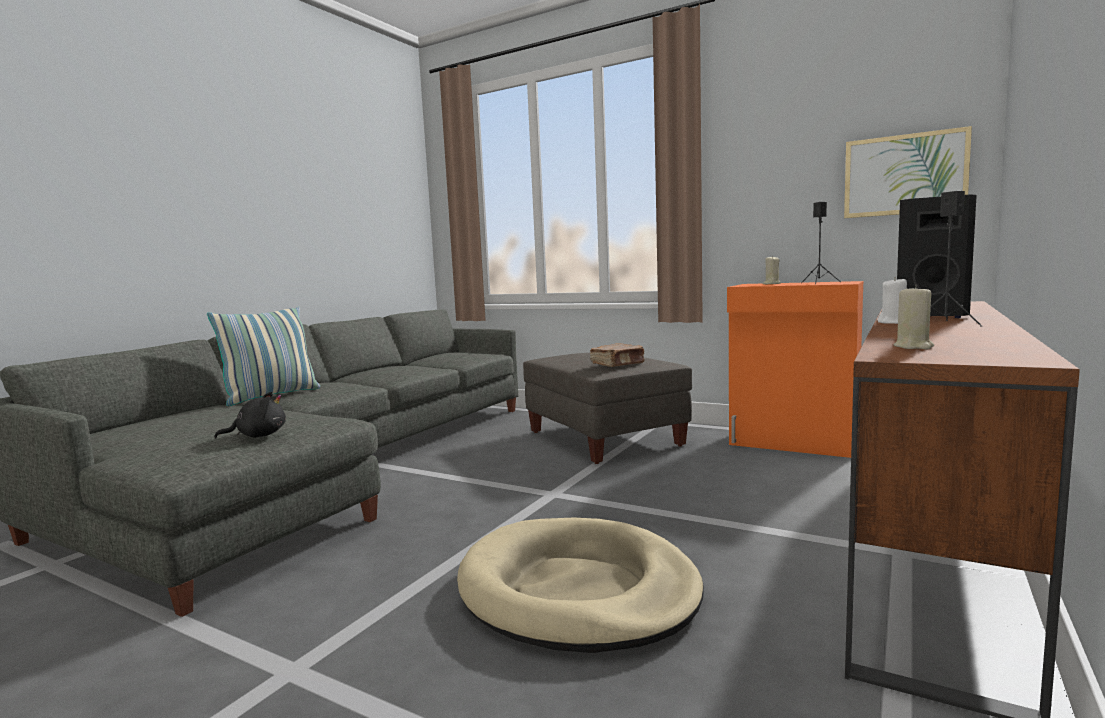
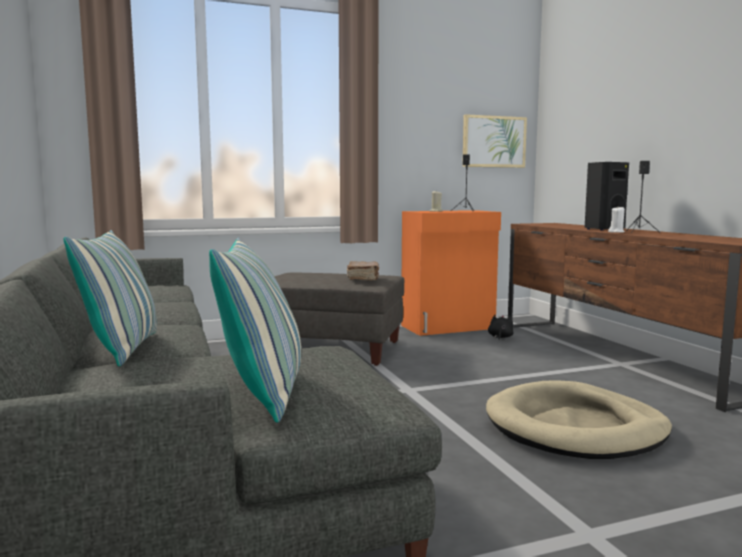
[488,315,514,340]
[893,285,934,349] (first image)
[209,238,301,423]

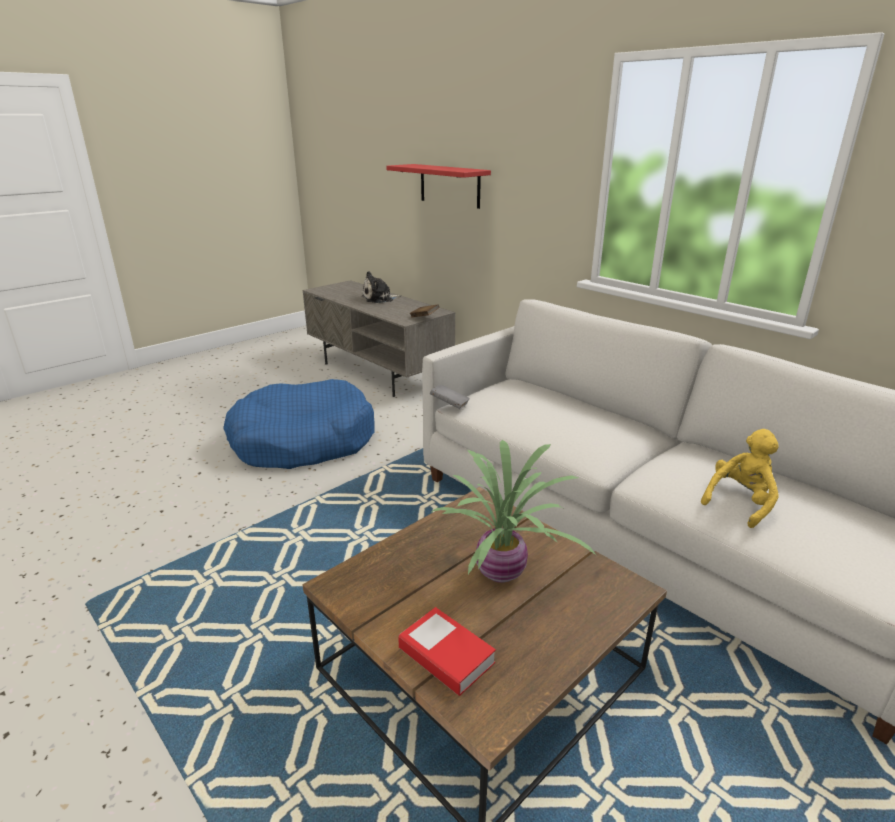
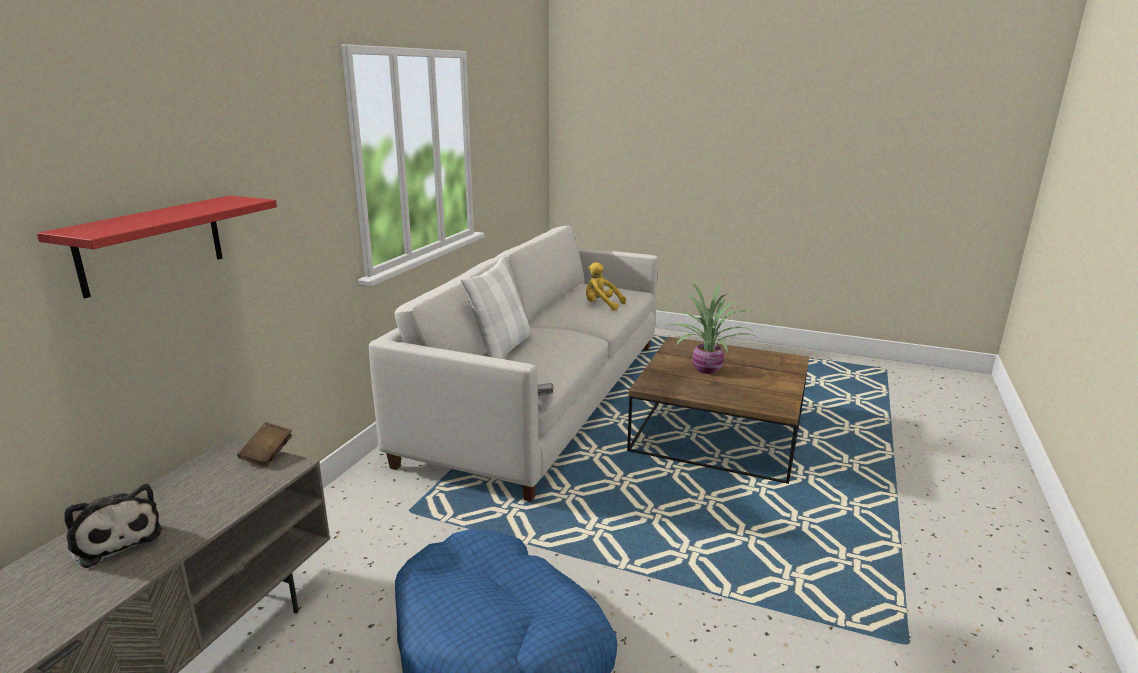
[398,607,496,696] (first image)
[460,257,532,359]

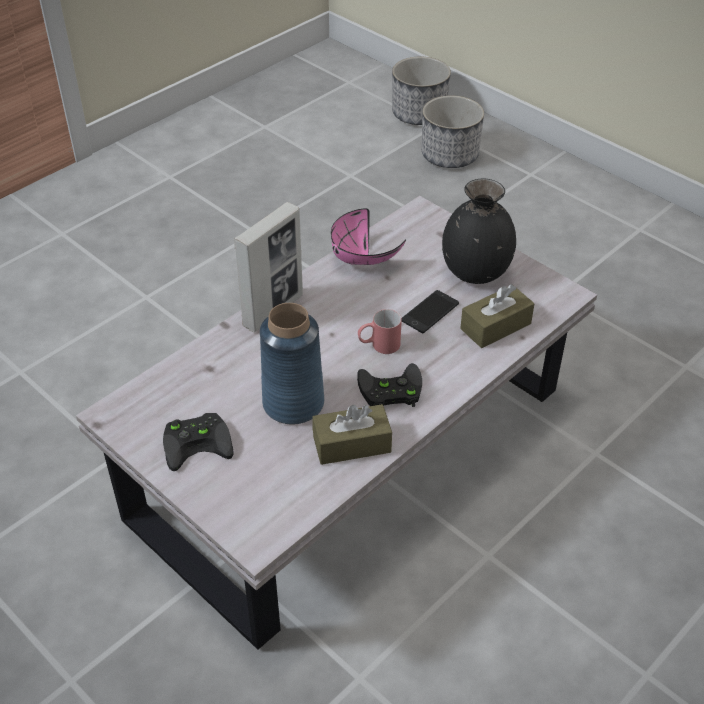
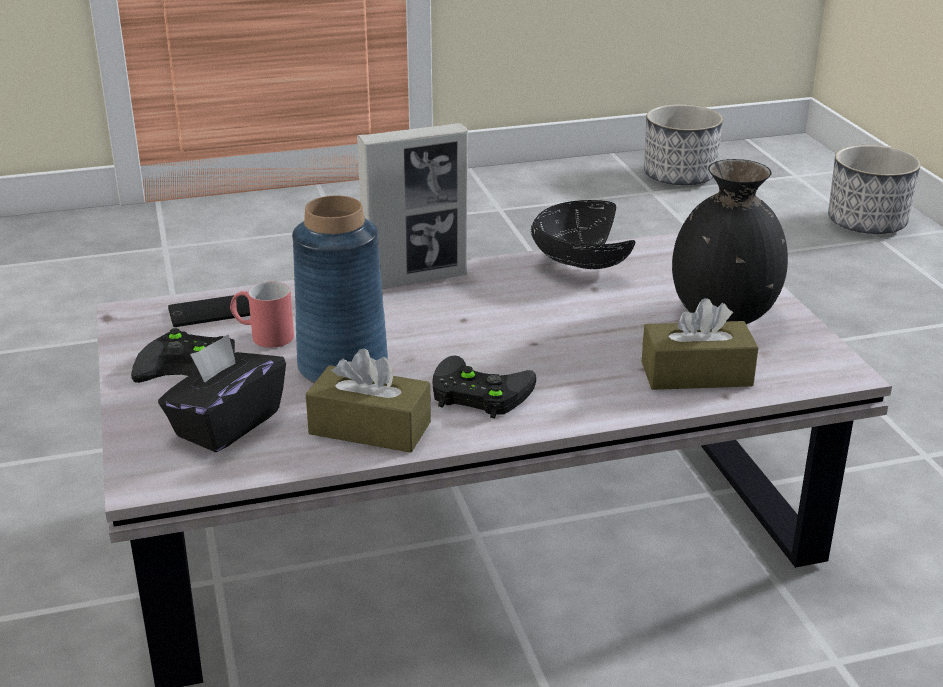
[531,200,635,269]
[230,282,294,348]
[168,295,250,327]
[644,104,723,185]
[158,334,286,452]

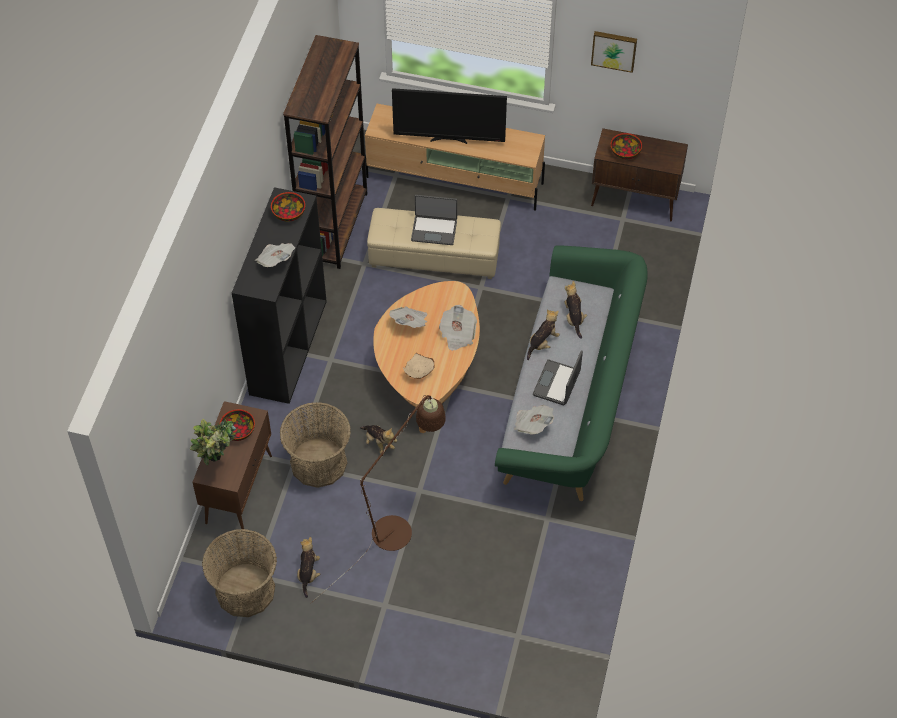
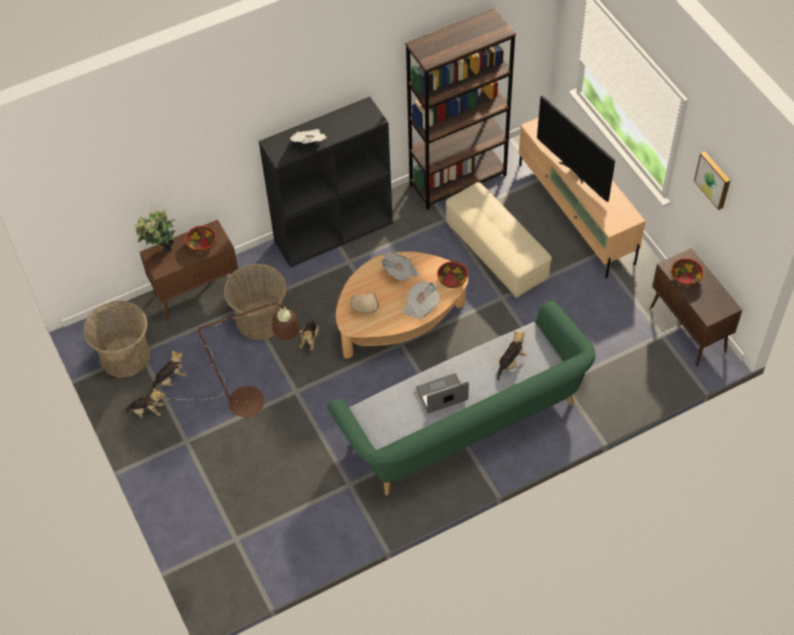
[437,261,468,288]
[411,195,457,245] (first image)
[514,405,554,435] (first image)
[123,387,165,418]

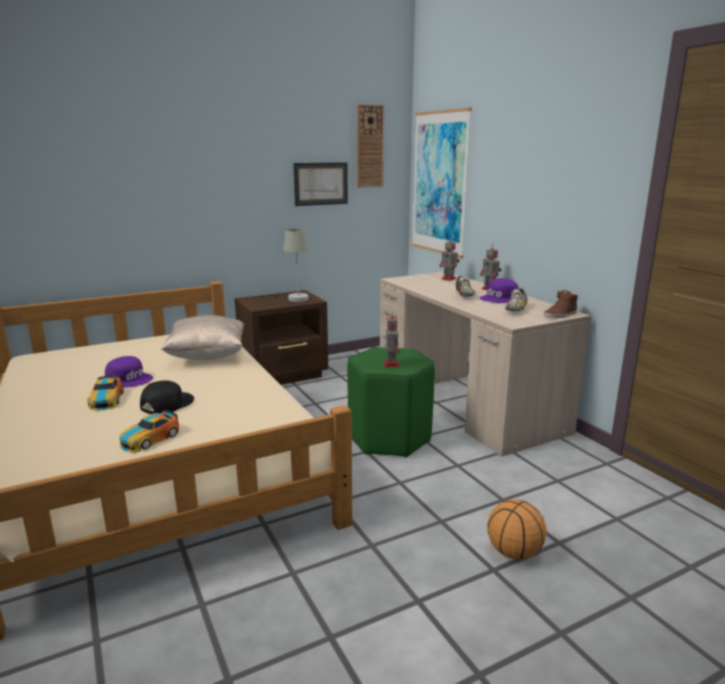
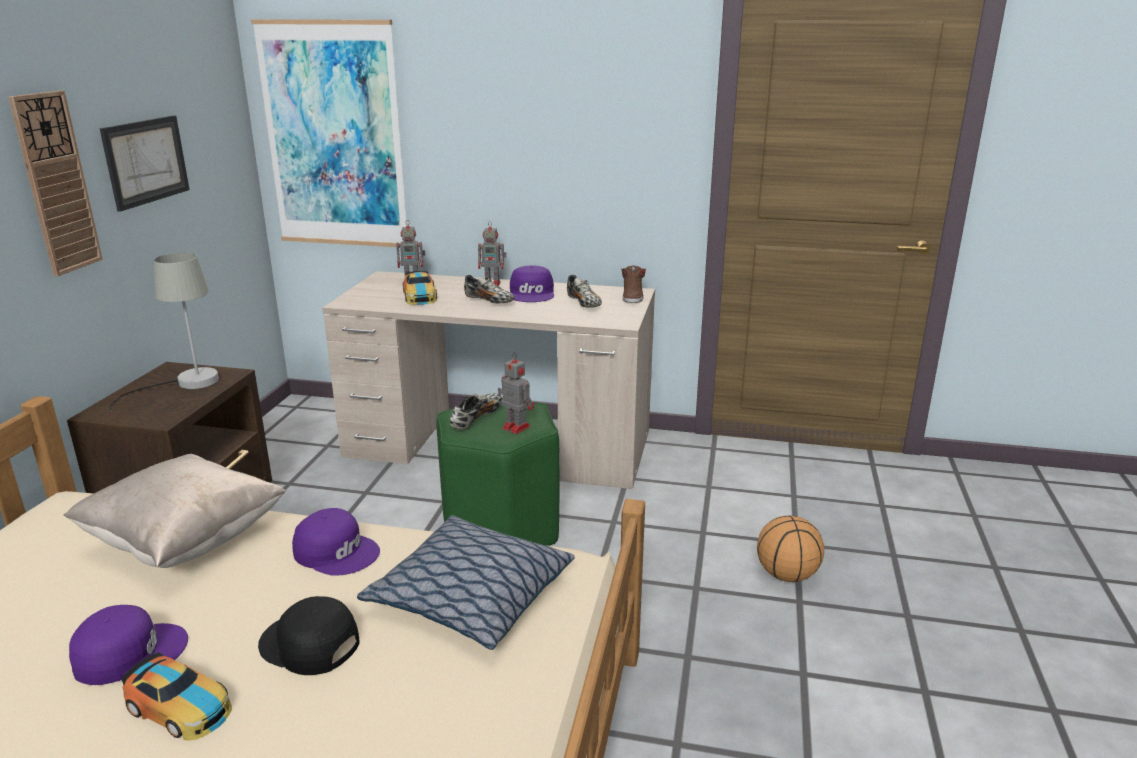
[403,271,437,305]
[258,596,360,675]
[8,91,103,276]
[292,508,380,576]
[357,515,575,650]
[450,393,502,430]

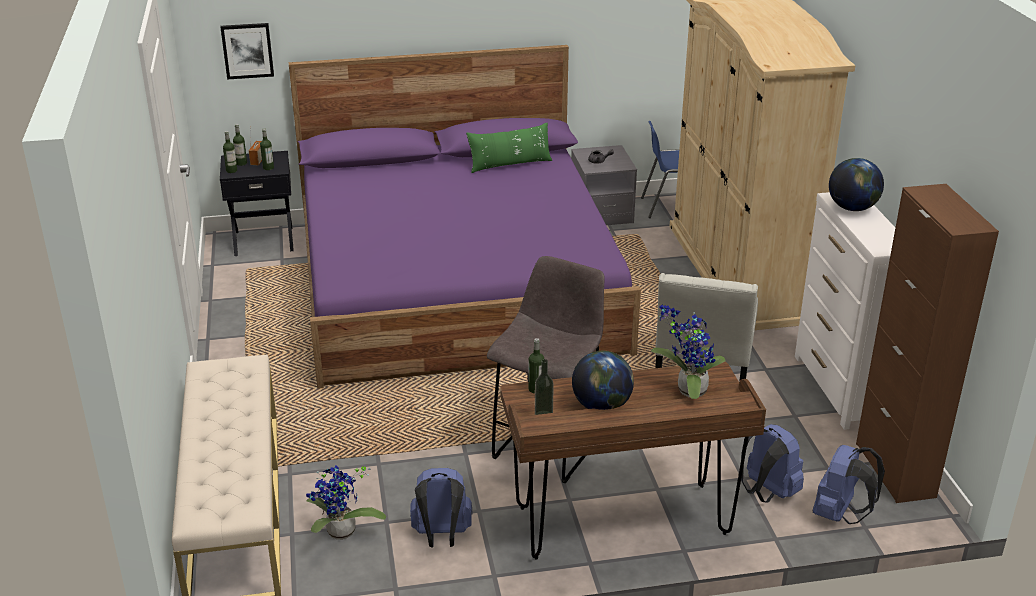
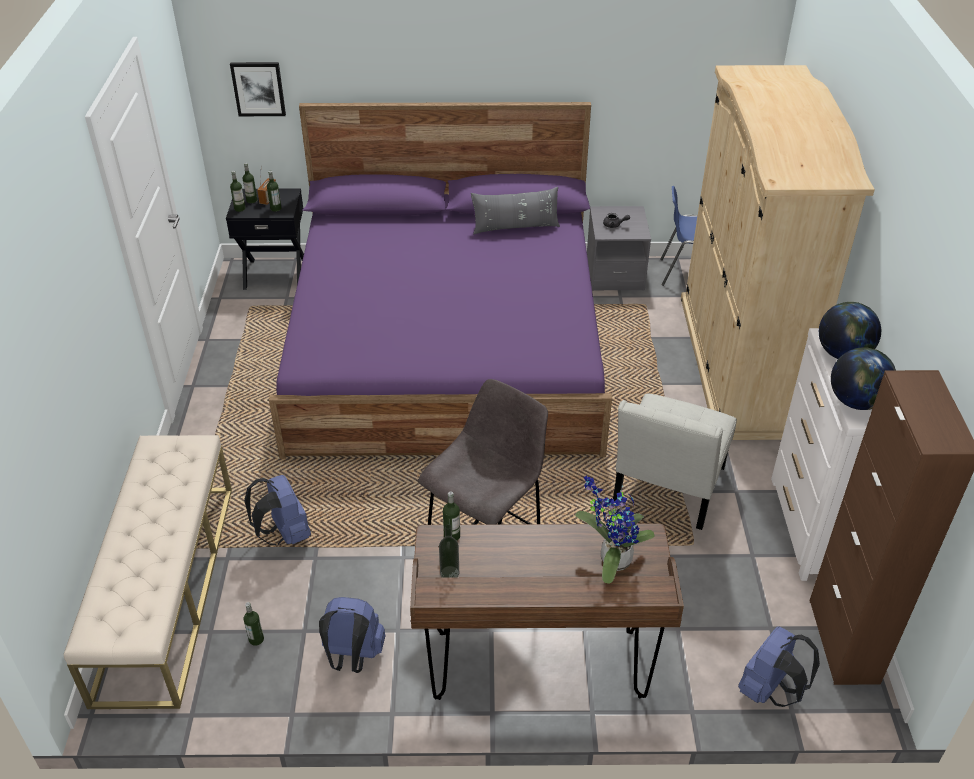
[243,602,264,646]
[471,187,560,234]
[831,347,896,410]
[244,475,311,545]

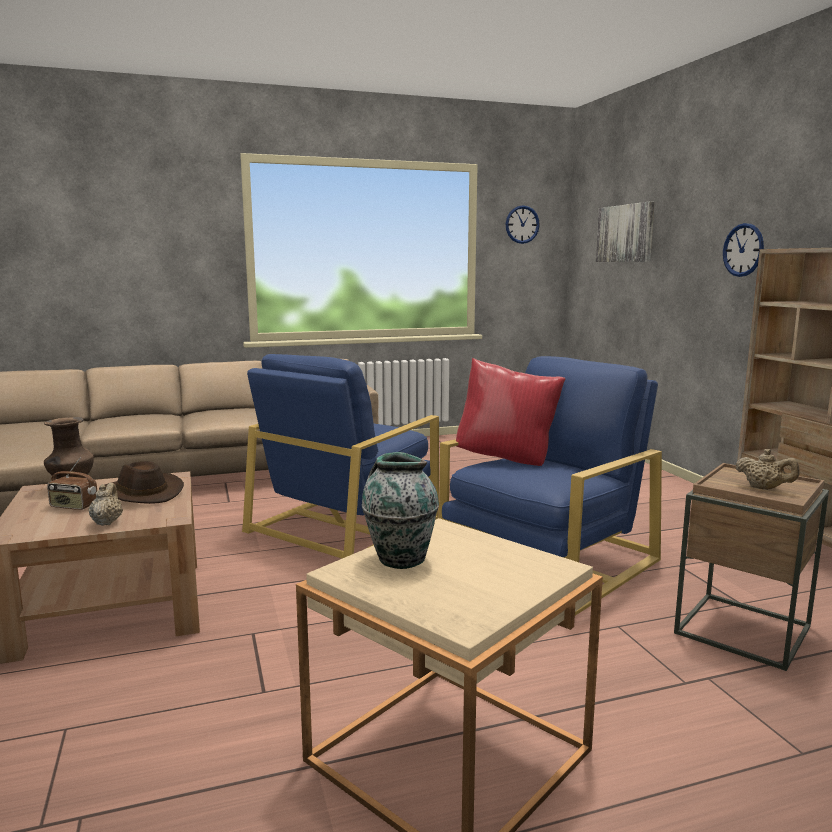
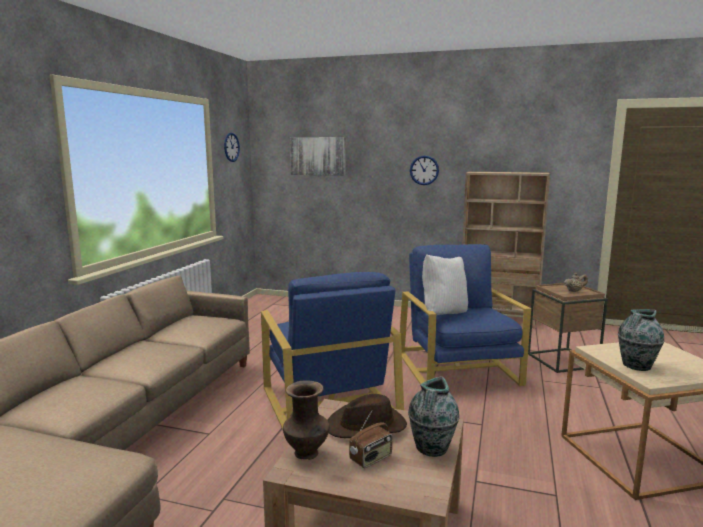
[408,376,460,457]
[422,254,468,315]

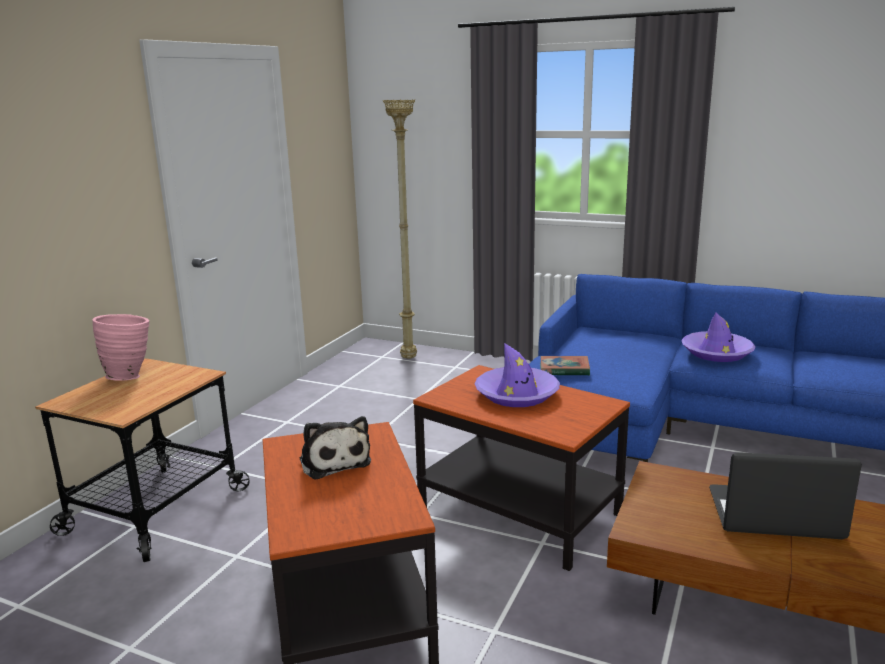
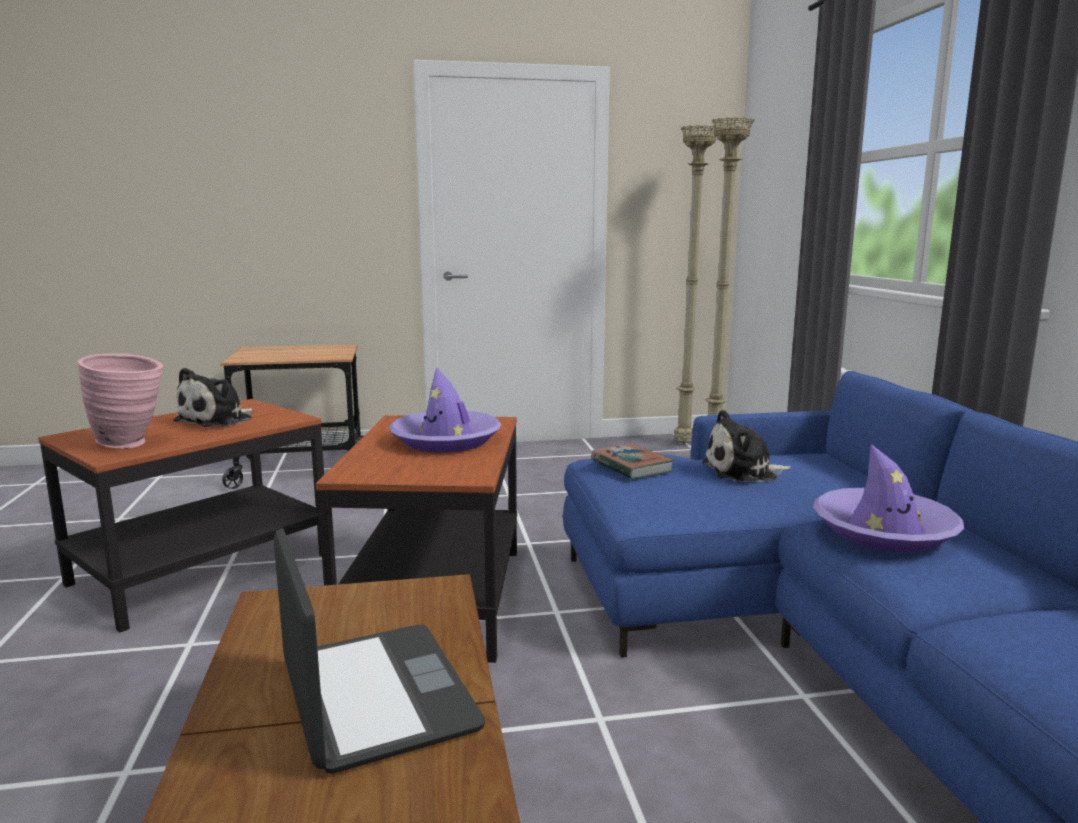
[78,354,164,449]
[674,125,718,444]
[702,410,791,482]

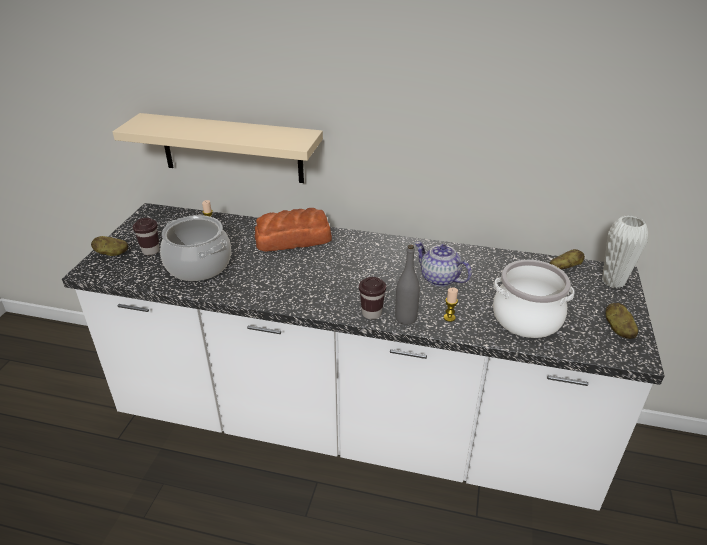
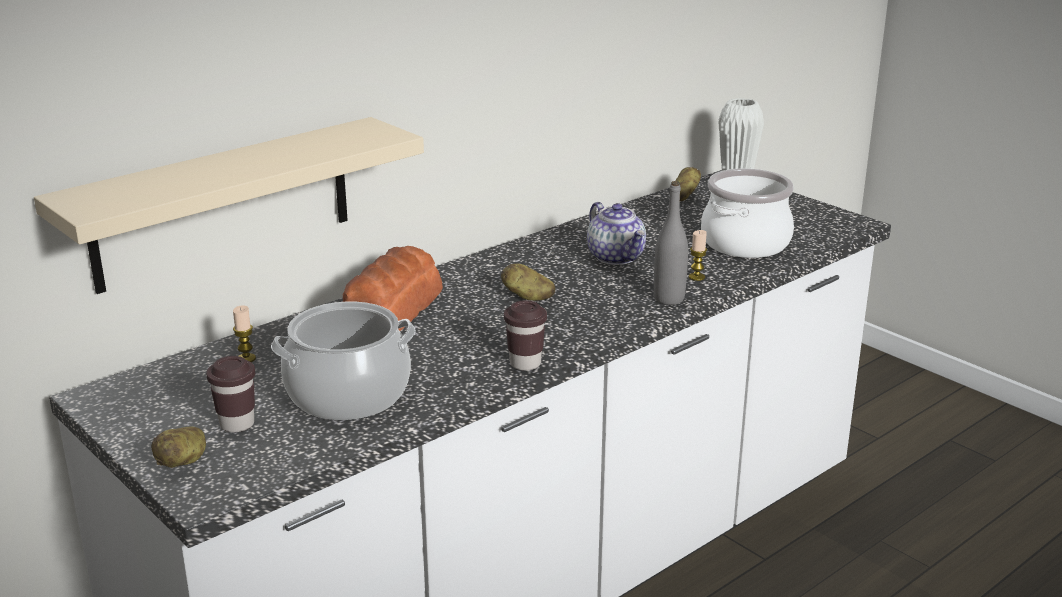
[504,300,547,371]
[587,202,646,265]
[501,263,555,301]

